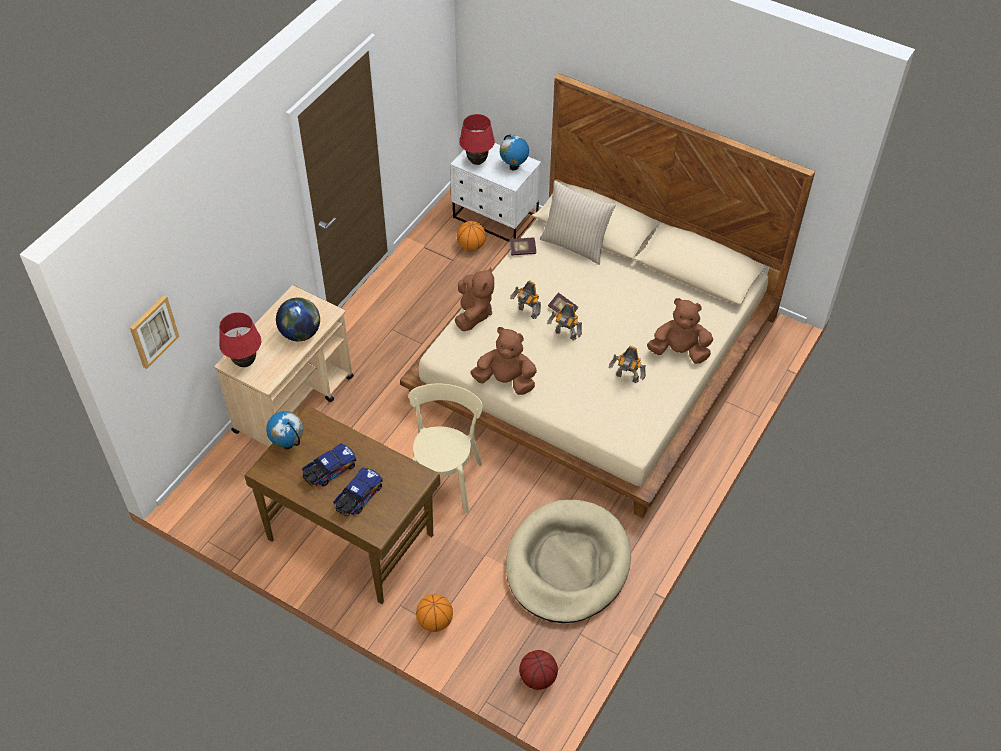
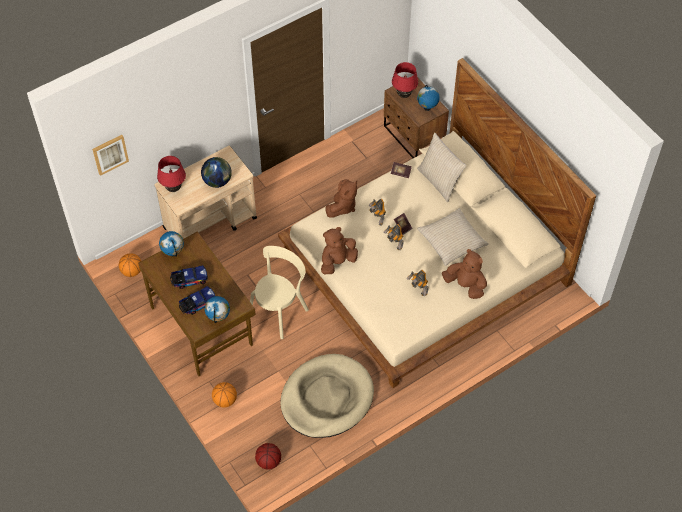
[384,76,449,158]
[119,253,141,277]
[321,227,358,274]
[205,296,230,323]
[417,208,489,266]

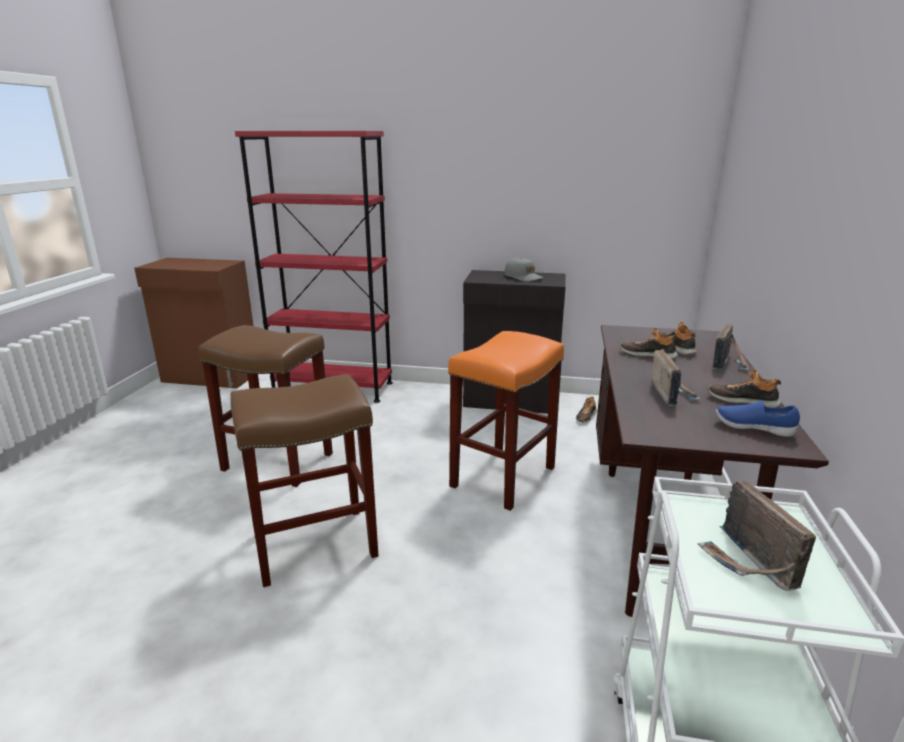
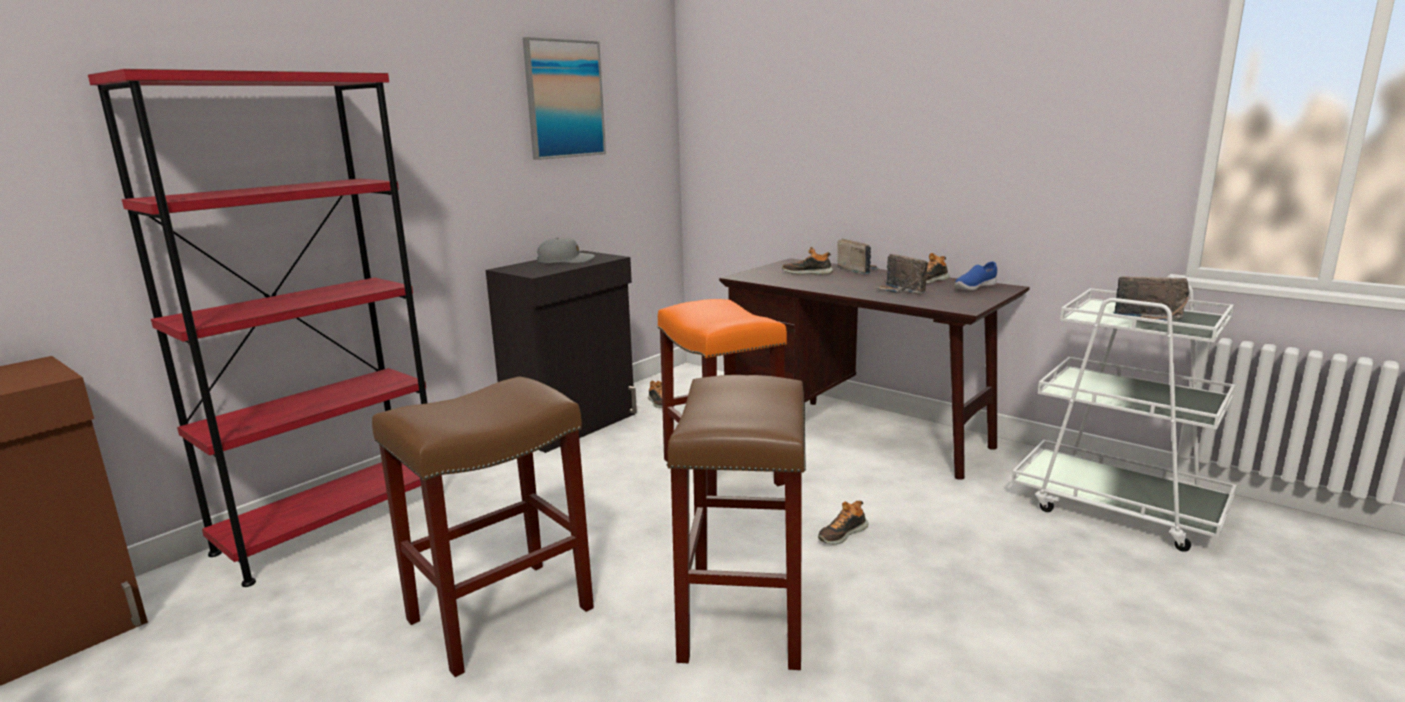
[818,501,868,544]
[875,254,928,294]
[523,37,606,160]

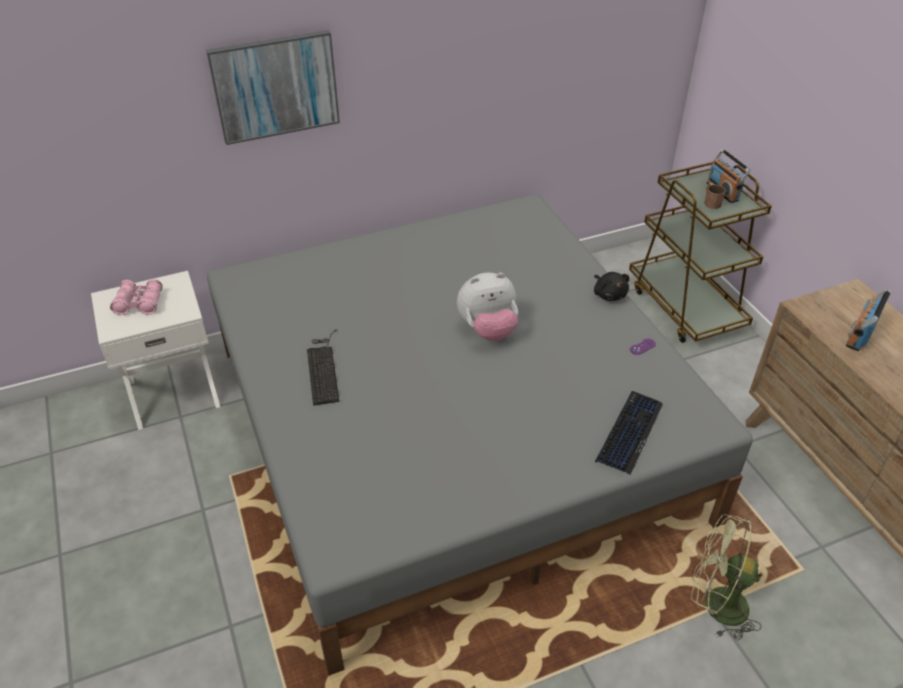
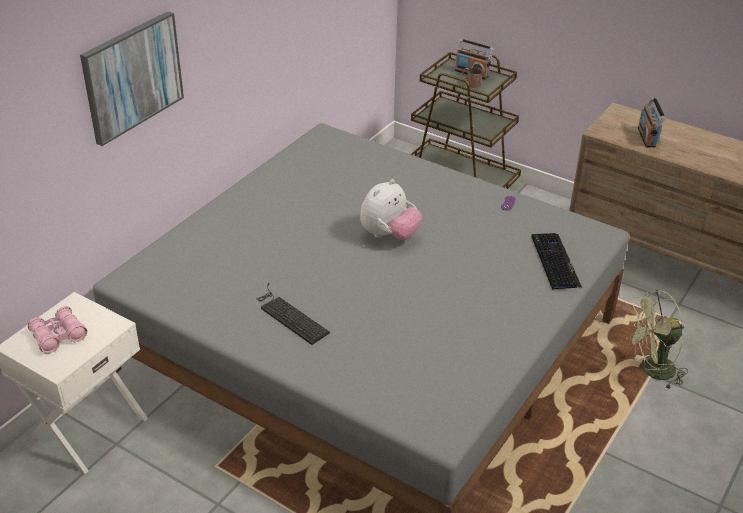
[594,272,629,301] (first image)

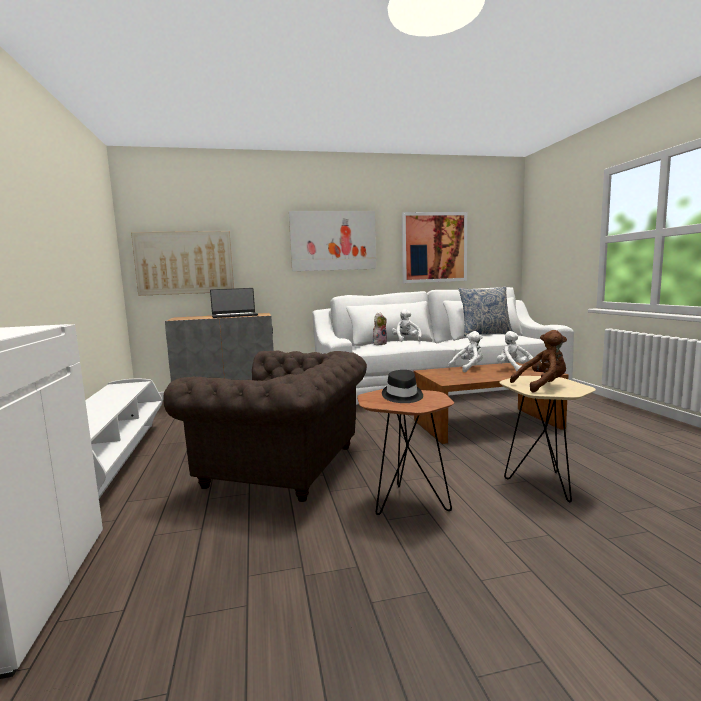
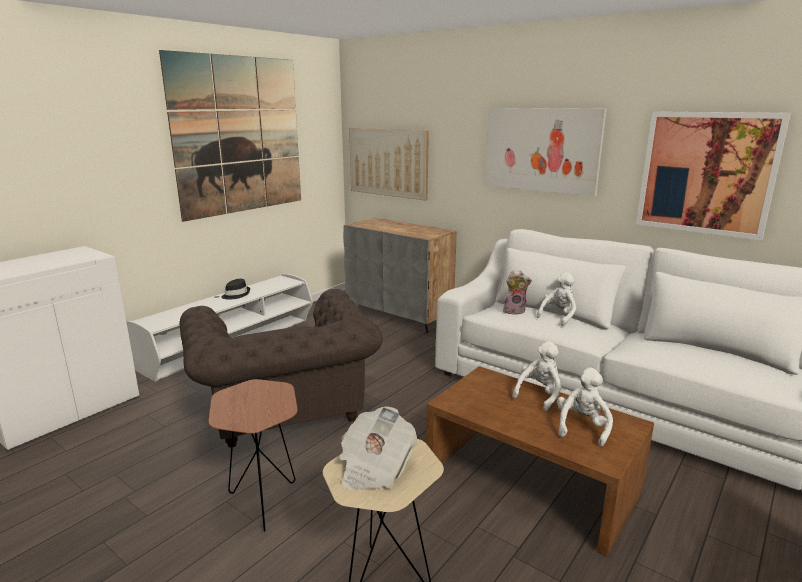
[210,288,258,318] (first image)
[221,279,250,299]
[512,341,562,411]
[459,286,513,336] (first image)
[339,406,417,490]
[159,50,301,222]

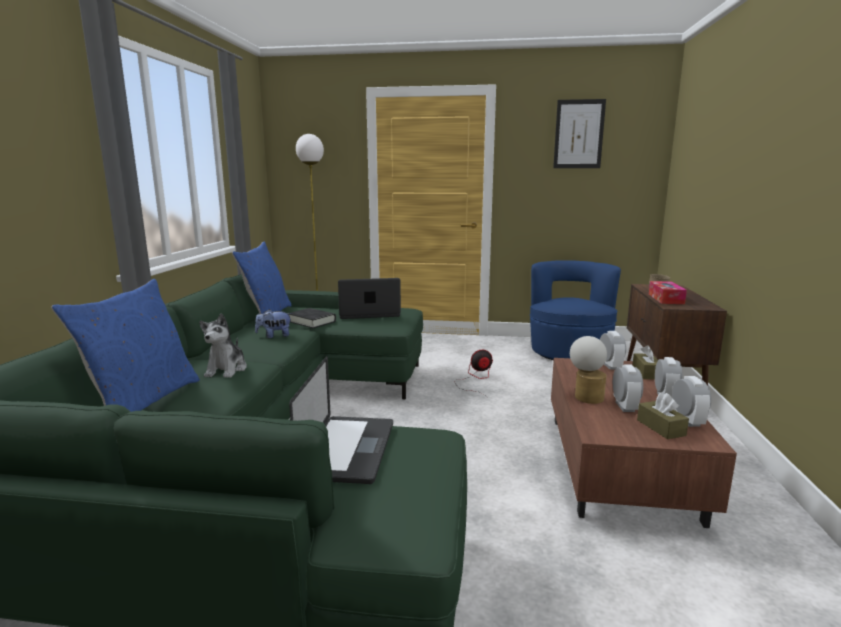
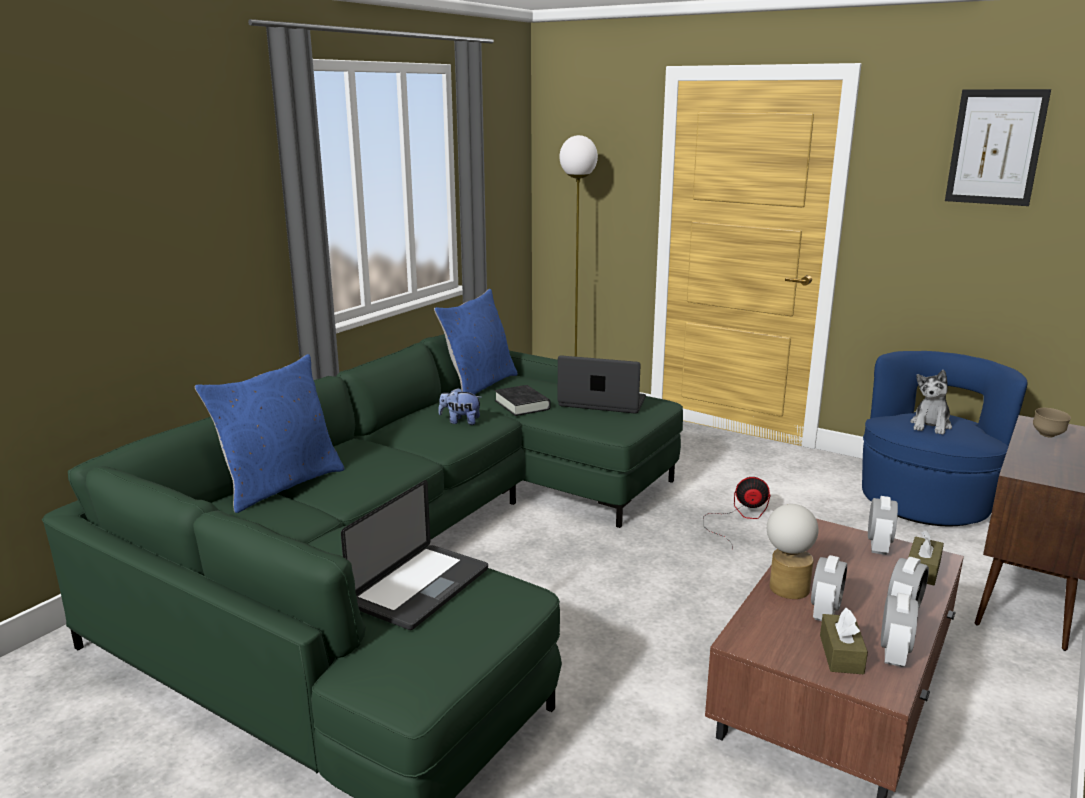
[910,370,952,435]
[649,281,687,304] (first image)

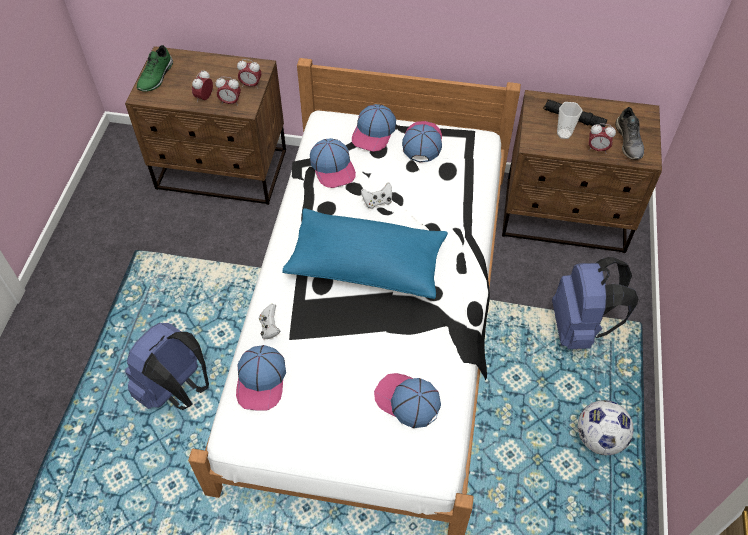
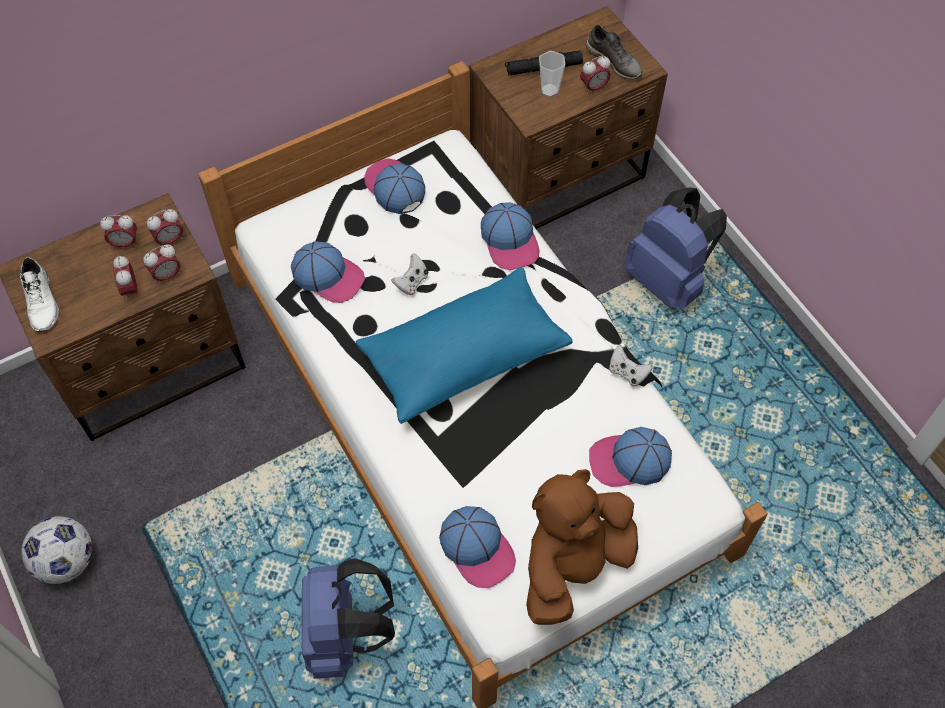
[20,257,59,332]
[609,345,653,387]
[481,202,539,270]
[21,516,92,584]
[100,215,137,249]
[526,469,638,625]

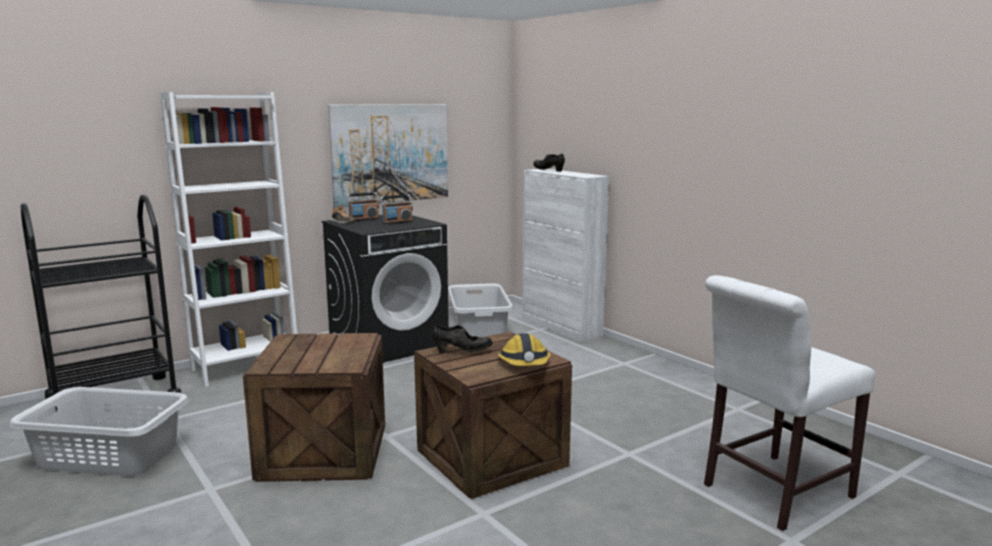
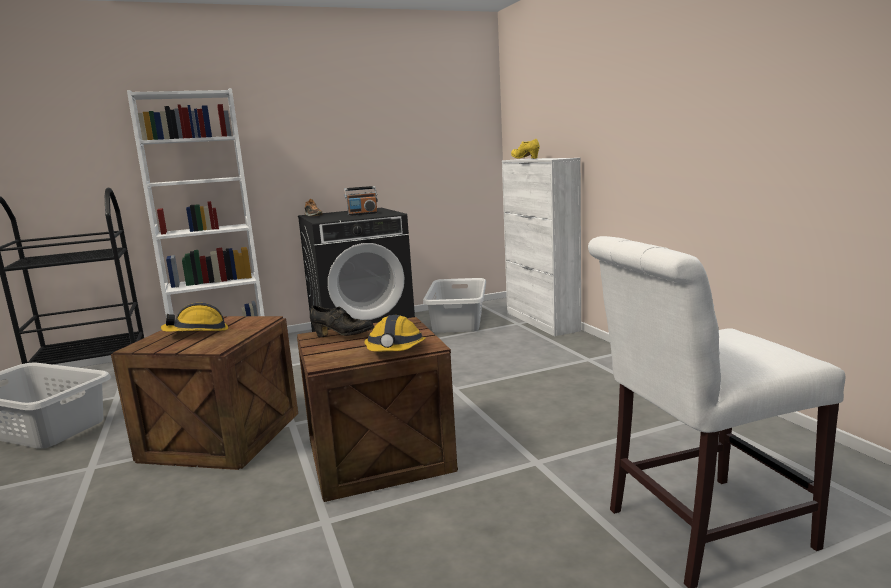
[328,104,448,208] (first image)
[346,192,379,221] (first image)
[511,139,540,159]
[161,303,228,332]

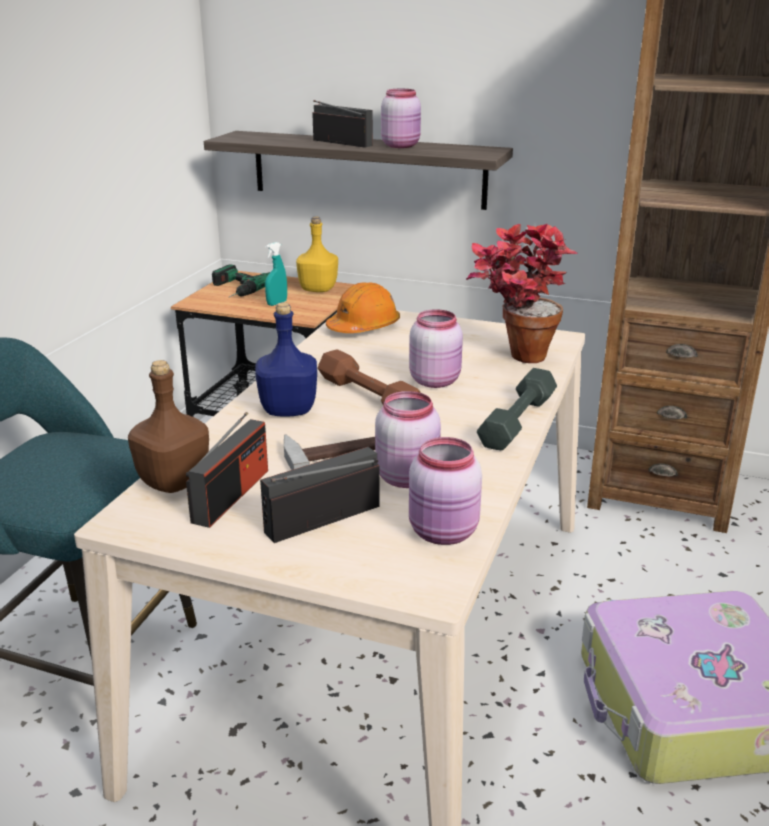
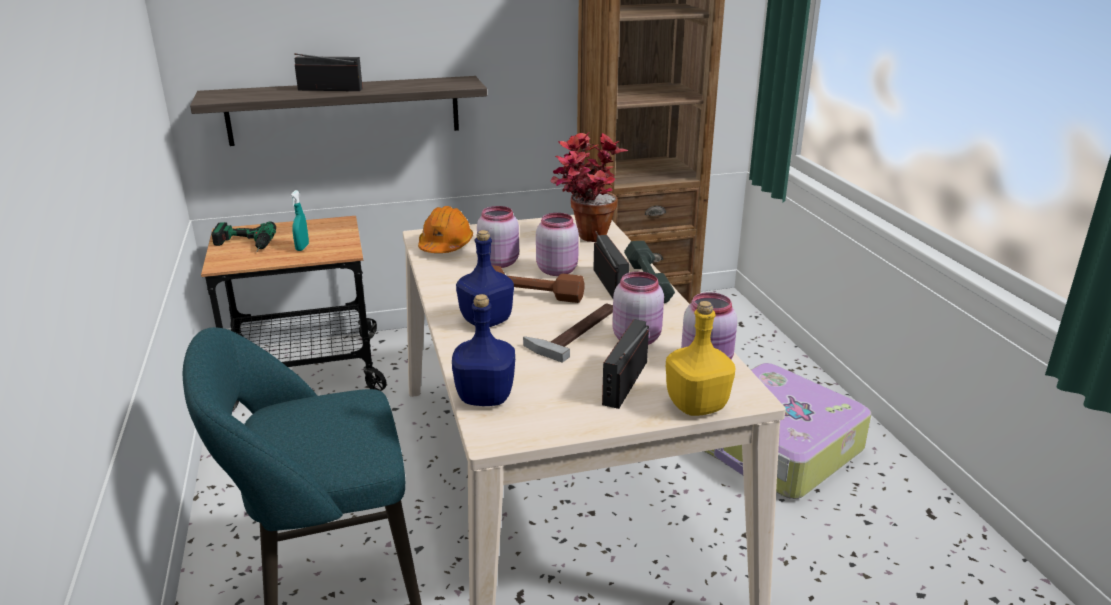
[452,294,515,406]
[593,231,630,298]
[666,301,736,416]
[477,206,519,268]

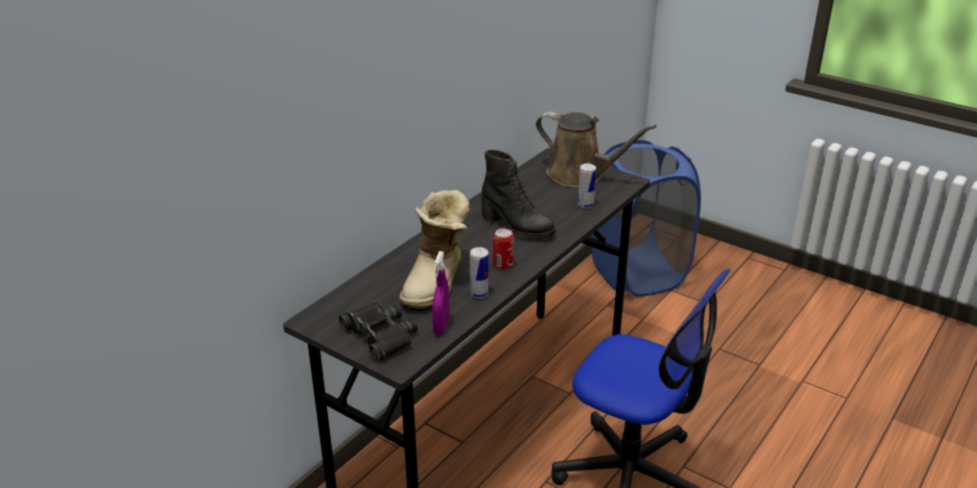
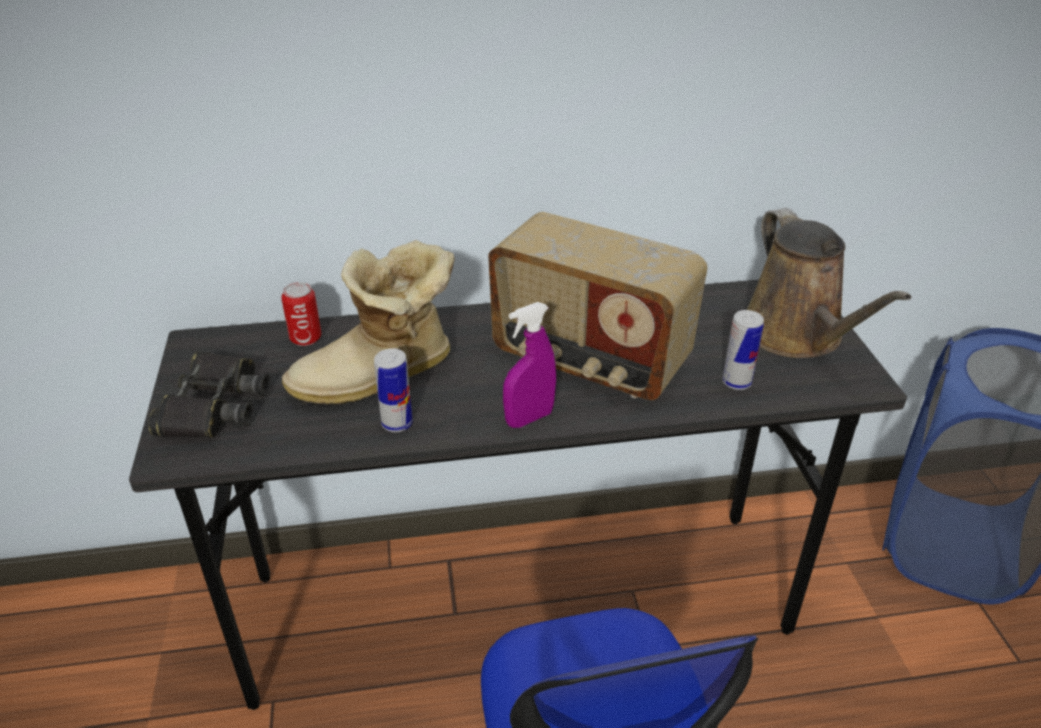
[503,302,556,428]
[488,212,707,400]
[281,282,321,346]

